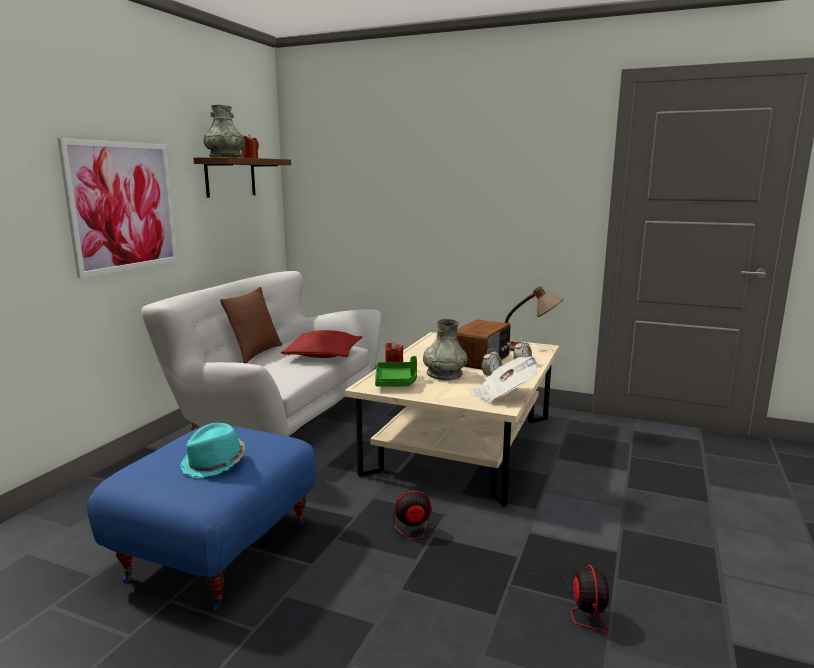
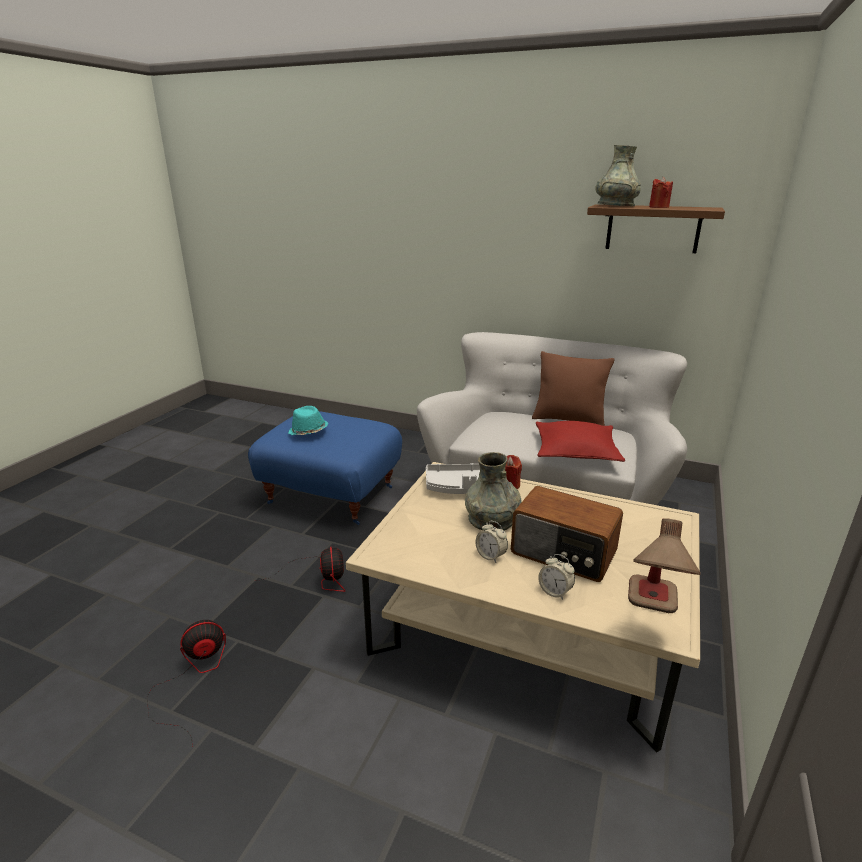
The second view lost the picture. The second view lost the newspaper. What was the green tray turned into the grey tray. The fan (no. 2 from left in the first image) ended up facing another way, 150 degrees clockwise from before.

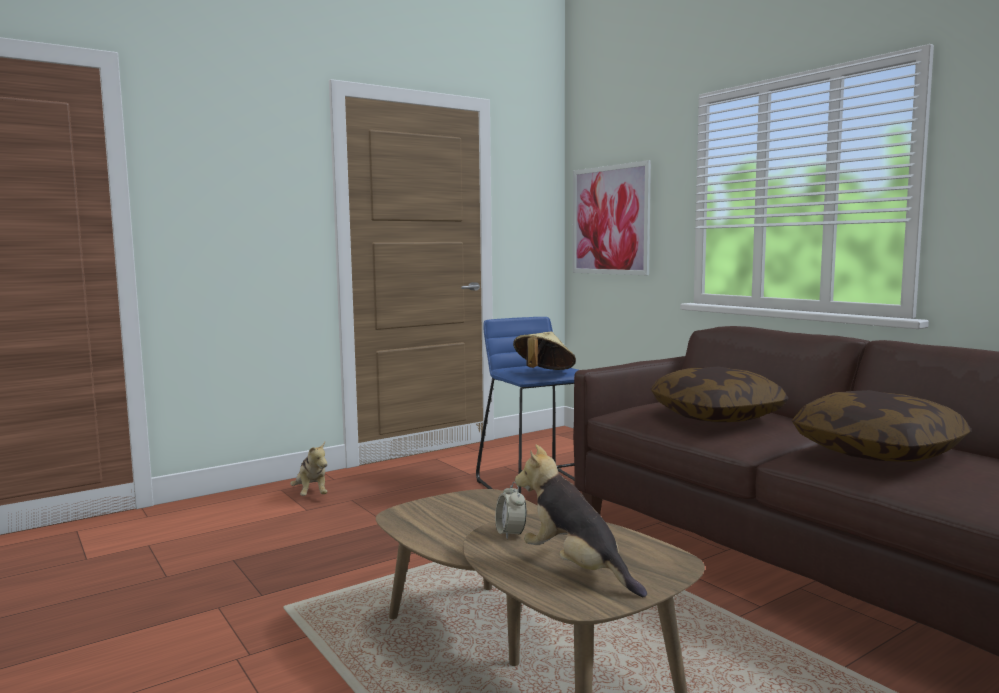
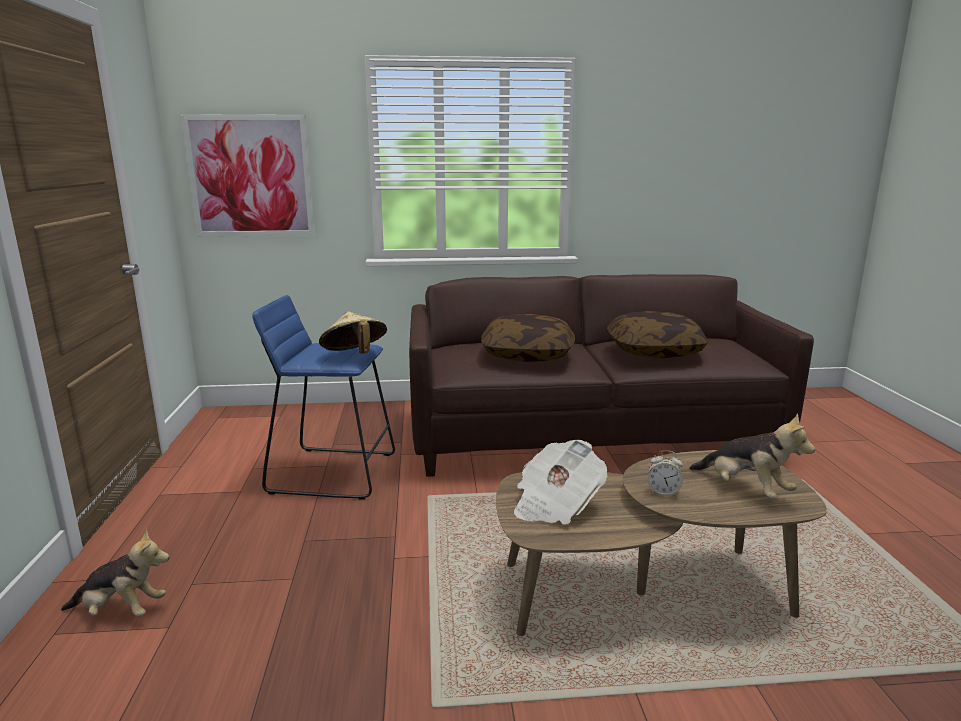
The second view gained the newspaper. The plush toy (no. 2 from left) ended up facing another way, 120 degrees counterclockwise from before.

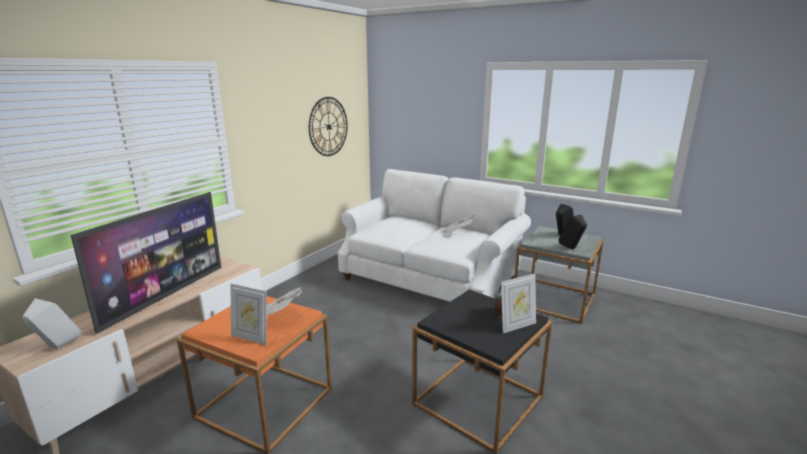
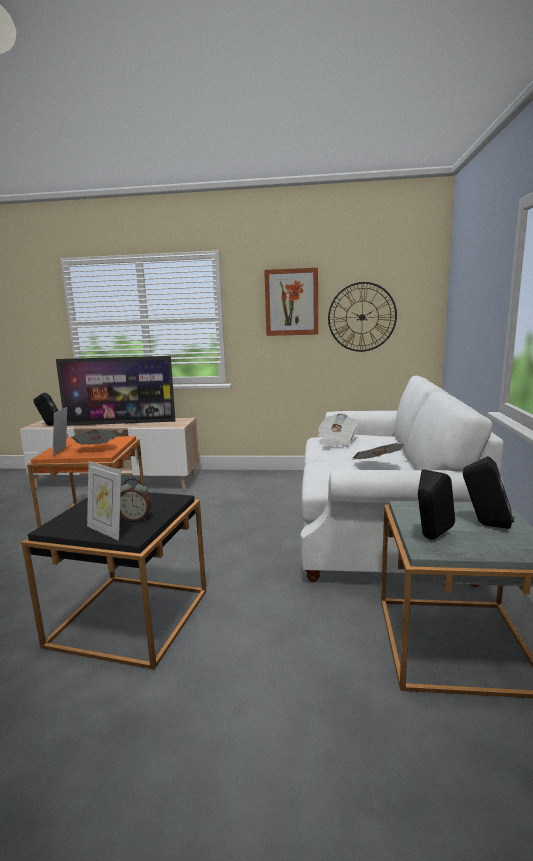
The second view gained the picture. The second view gained the newspaper (no. 2 from left). What was the white speaker turned into the black speaker (no. 1 from left).

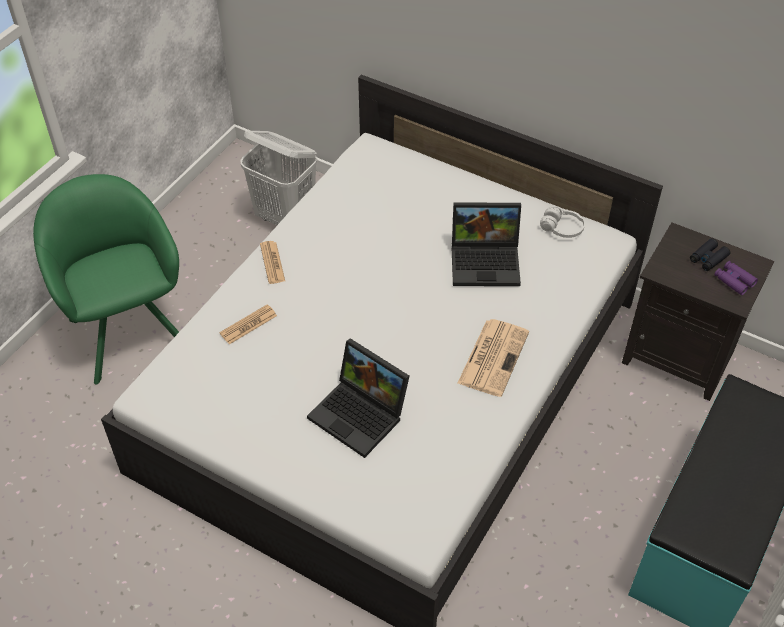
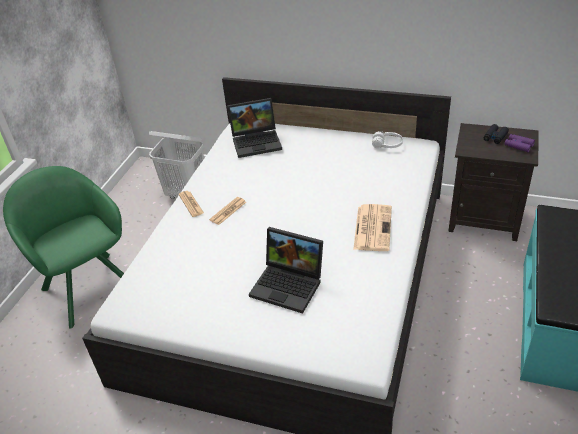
The newspaper (no. 1 from left in the first image) ended up elsewhere. The laptop (no. 2 from left in the first image) ended up elsewhere.

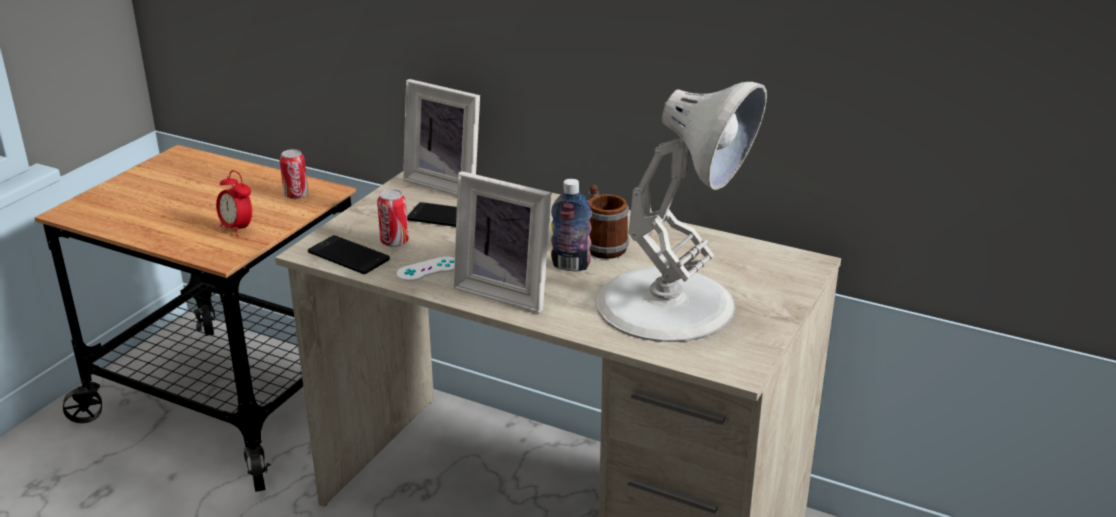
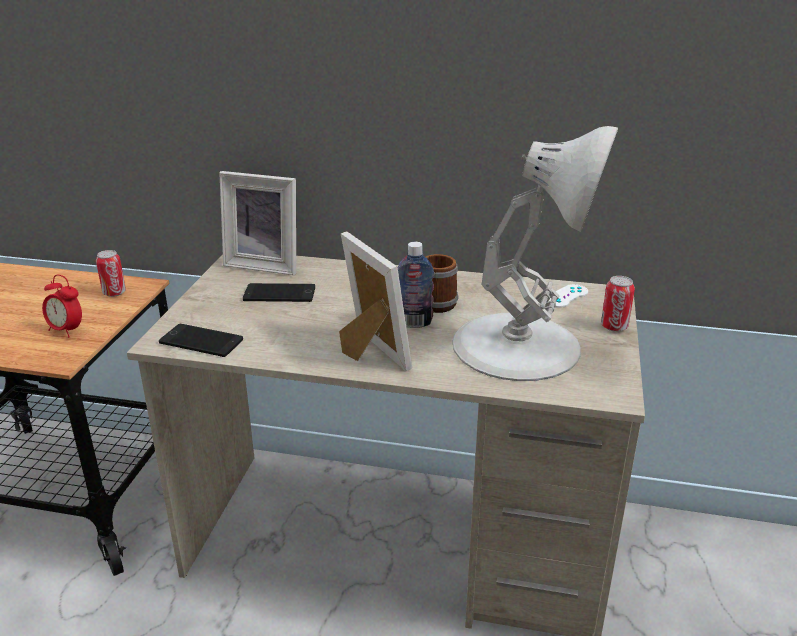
The can (no. 2 from left) ended up elsewhere. The white game controller ended up elsewhere. The picture frame (no. 2 from left) ended up facing another way, 135 degrees counterclockwise from before.

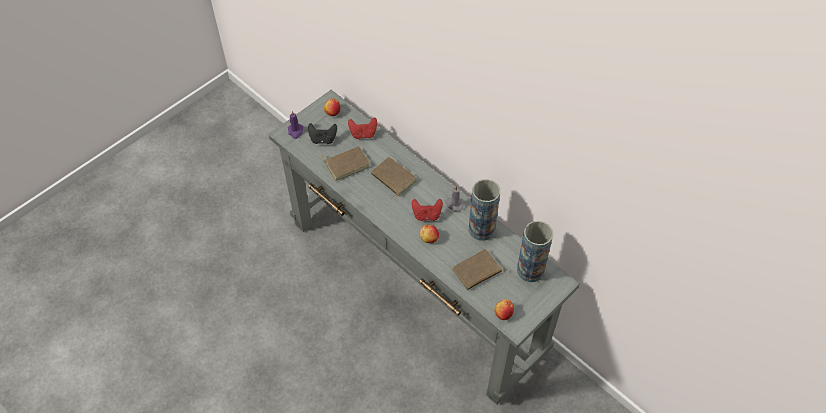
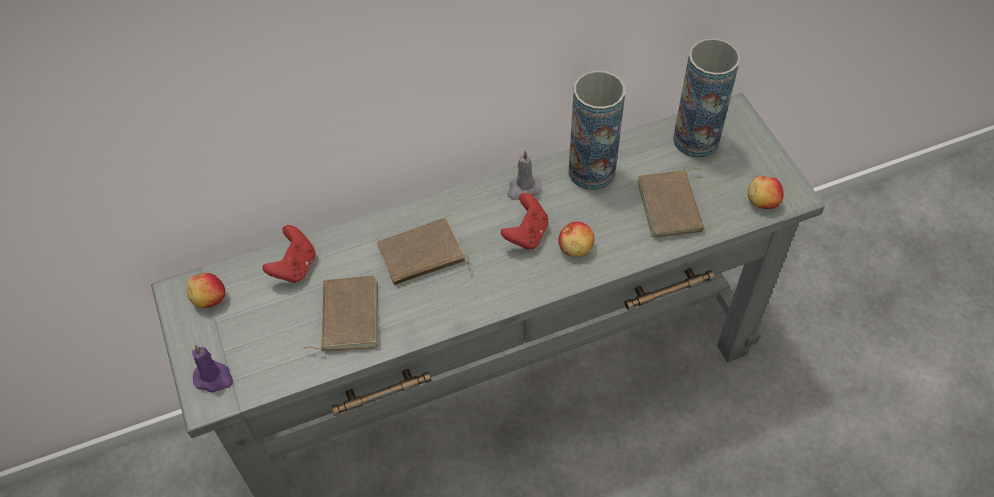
The second view lost the black game controller.

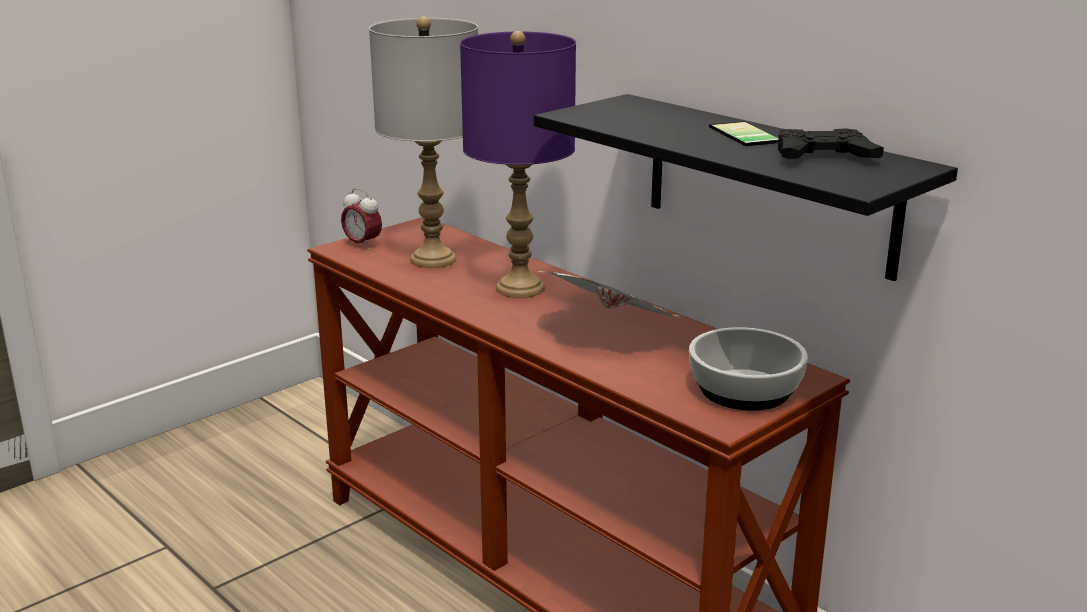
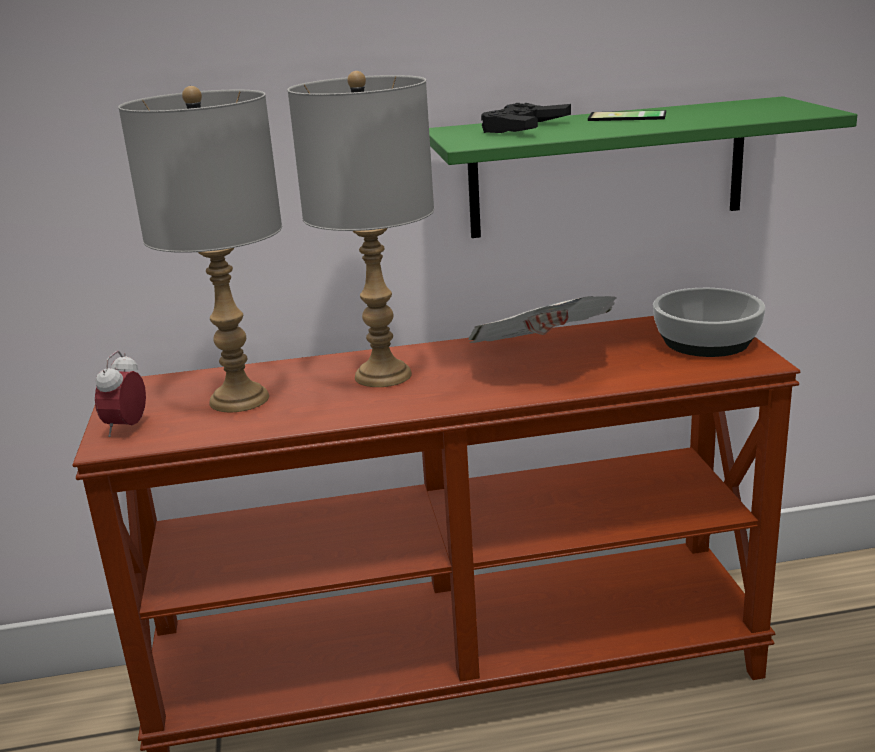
The black game controller ended up elsewhere. What was the purple table lamp turned into the grey table lamp (no. 2 from left). What was the black shelf turned into the green shelf. The alarm clock ended up facing another way, 120 degrees clockwise from before.

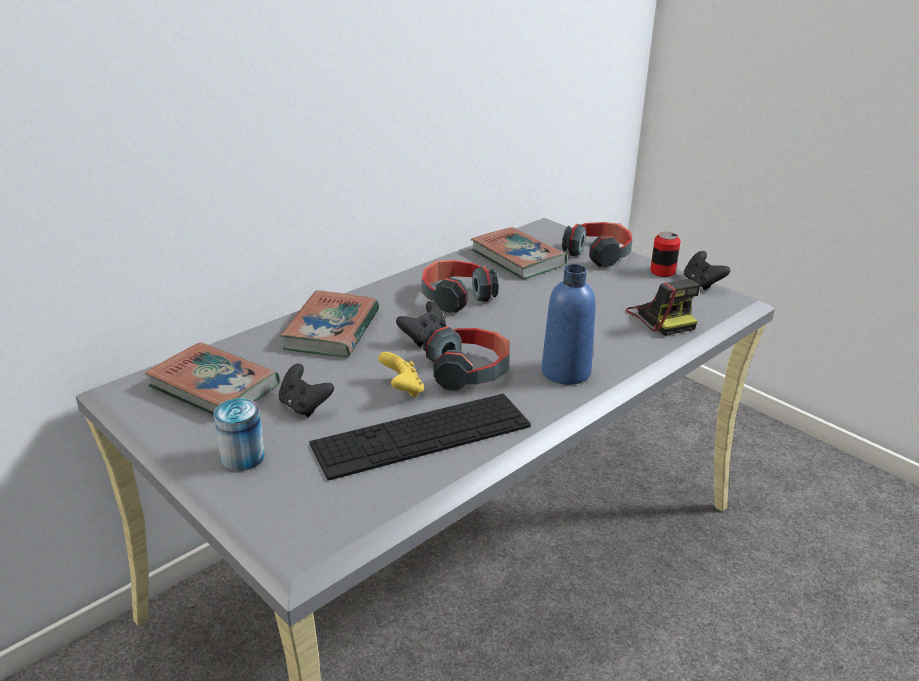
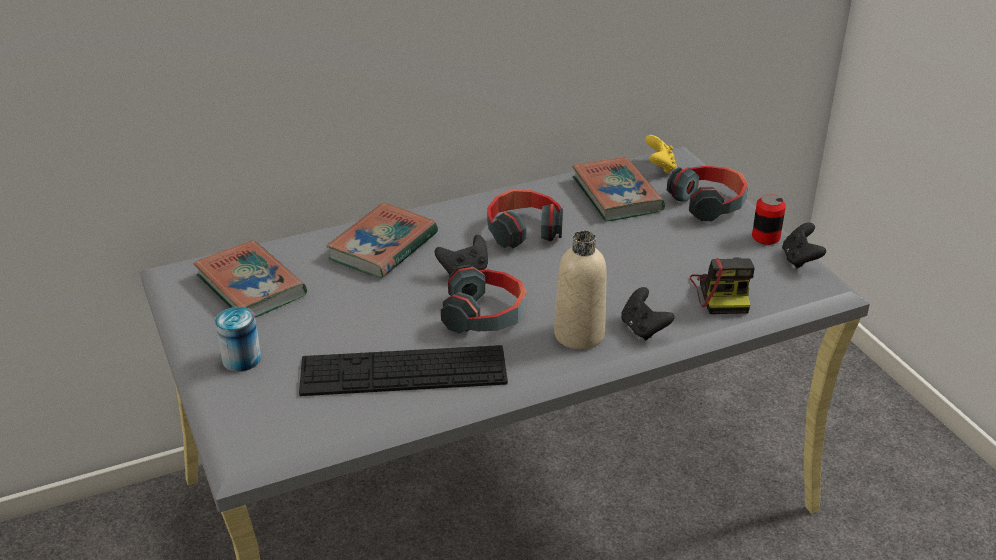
The black game controller (no. 1 from left in the first image) ended up elsewhere. The yellow game controller ended up elsewhere. What was the blue bottle turned into the beige bottle.

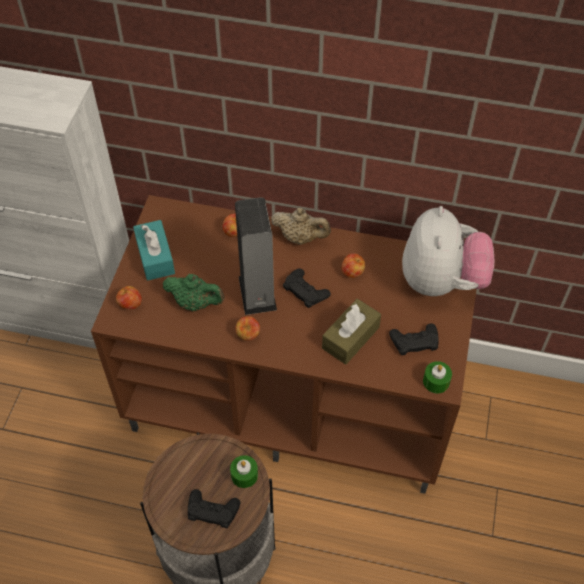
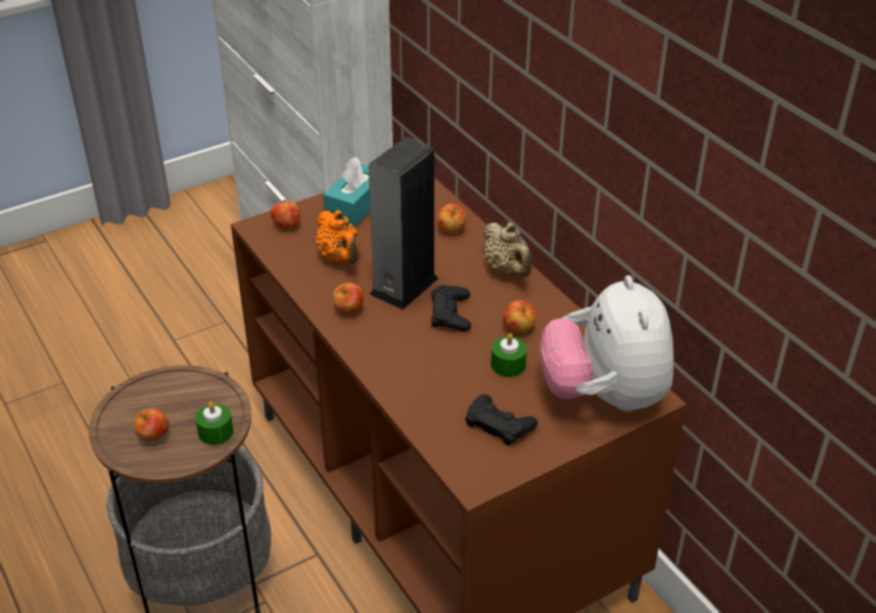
The second view lost the brown tissue box. The green candle (no. 2 from left) ended up elsewhere. Where the black game controller (no. 1 from left) stood, the apple (no. 1 from left) came to stand. What was the green teapot turned into the orange teapot. The plush toy ended up facing another way, 120 degrees clockwise from before.

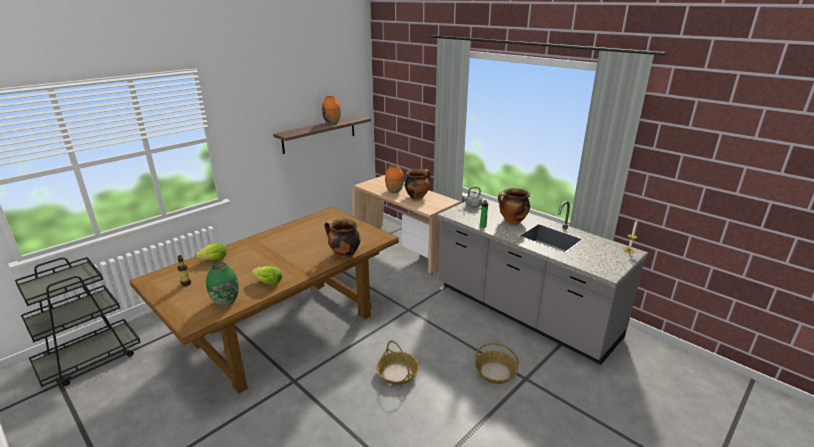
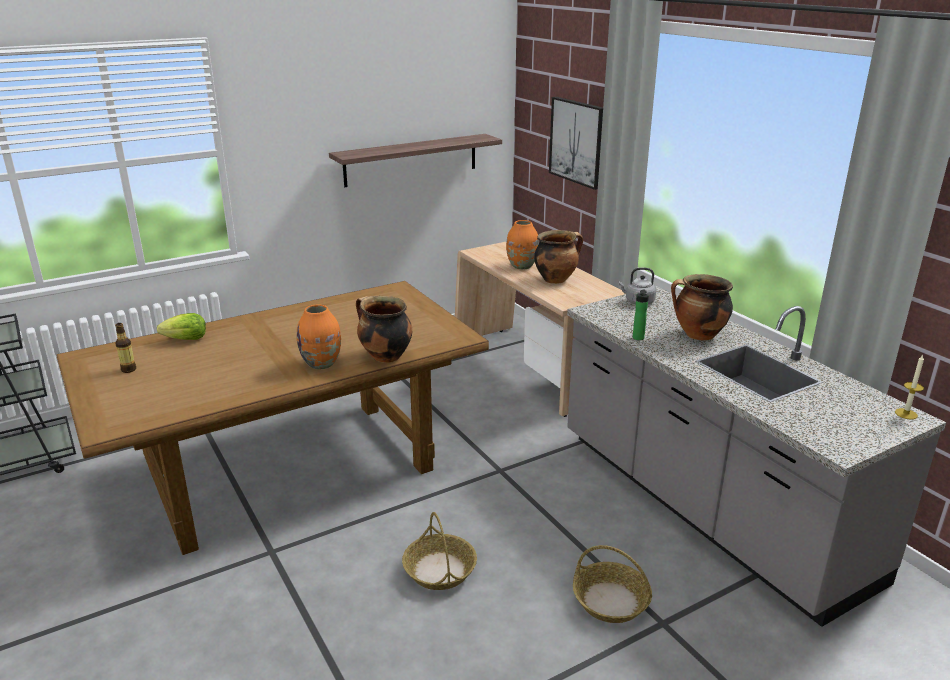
The second view lost the green vase. The second view lost the lettuce (no. 2 from left). The second view gained the picture. The orange vase (no. 1 from left) ended up elsewhere.

